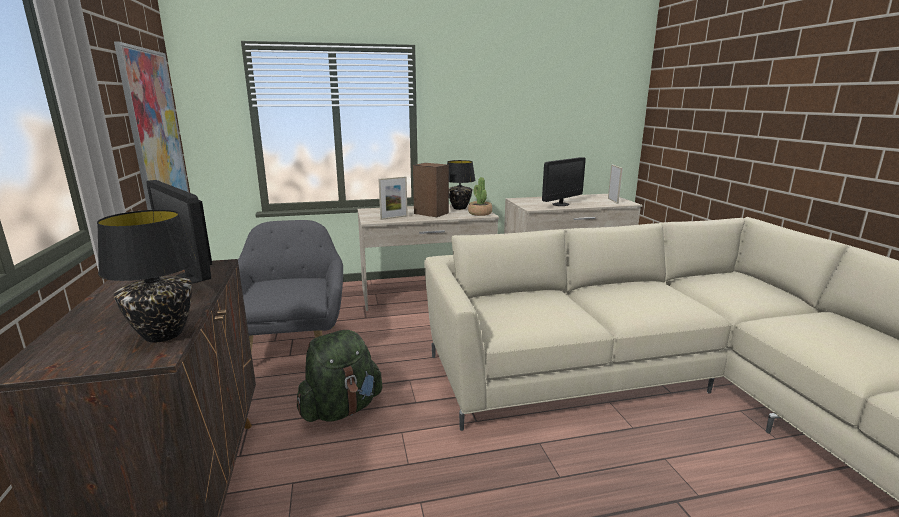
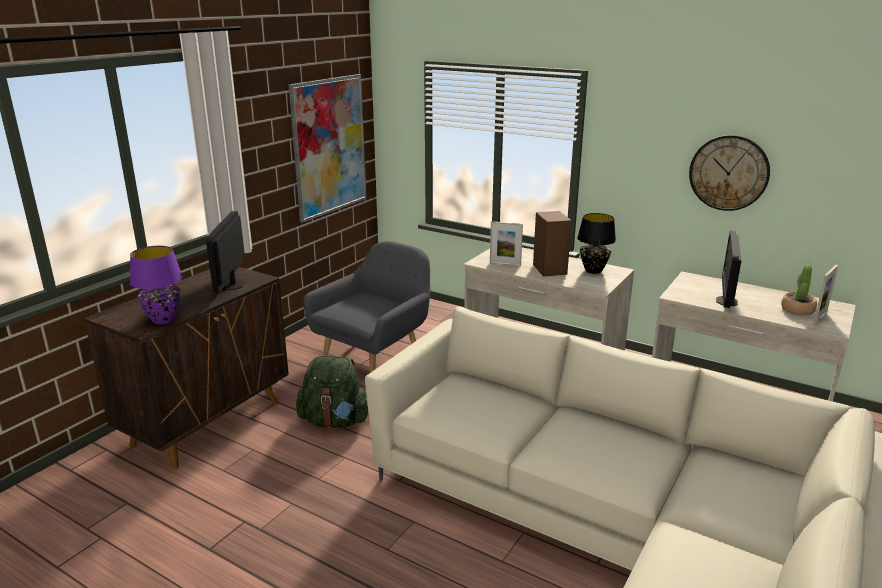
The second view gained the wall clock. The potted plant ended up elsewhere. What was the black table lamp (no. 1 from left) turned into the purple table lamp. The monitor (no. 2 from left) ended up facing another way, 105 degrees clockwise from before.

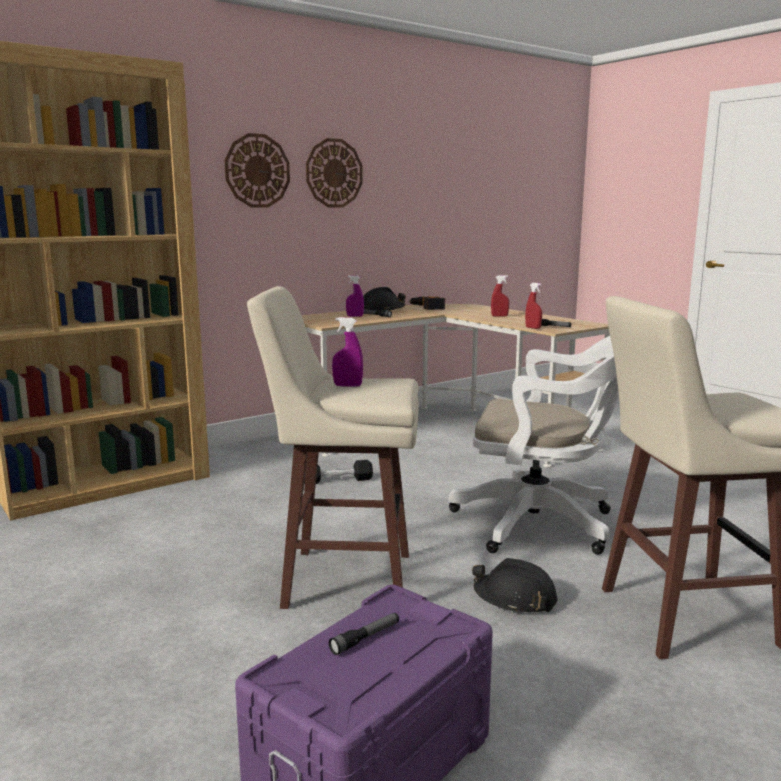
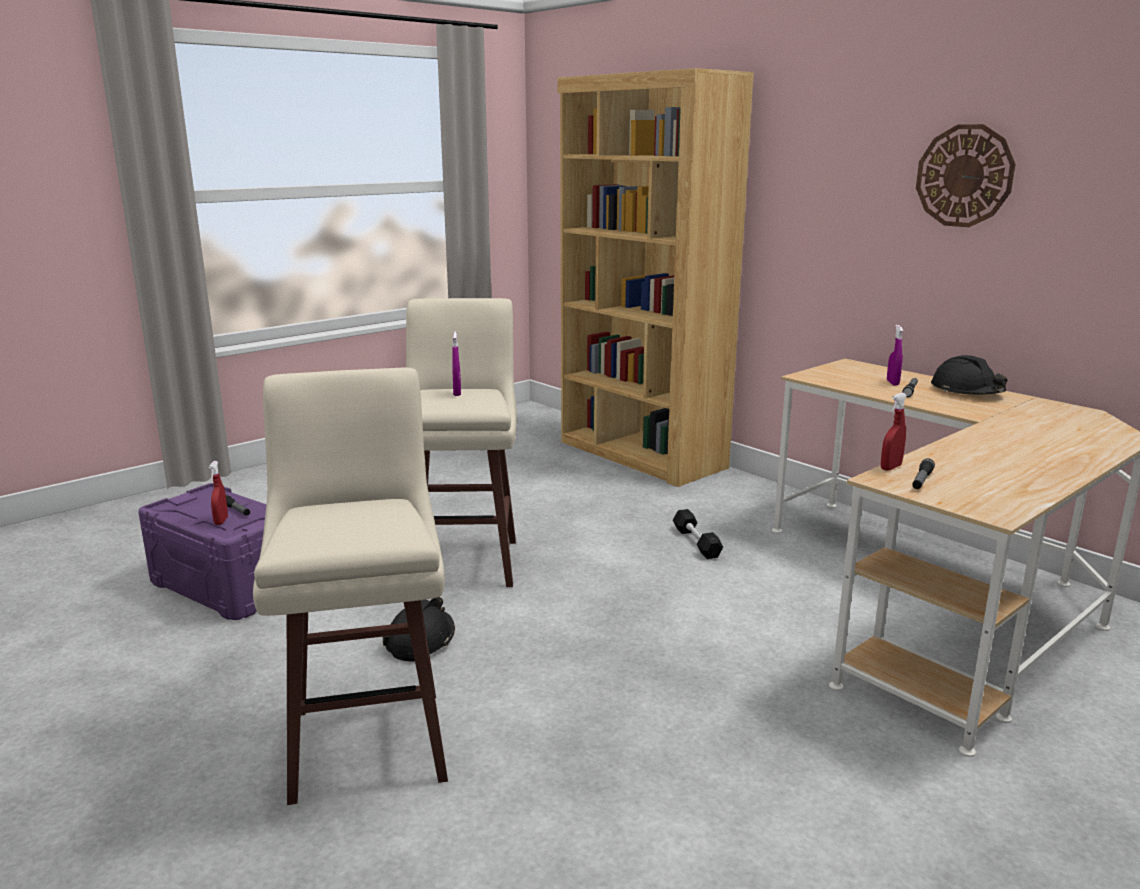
The second view lost the wall clock (no. 1 from left). The second view lost the power drill. The second view lost the white office chair. The red spray bottle (no. 1 from left) ended up elsewhere.

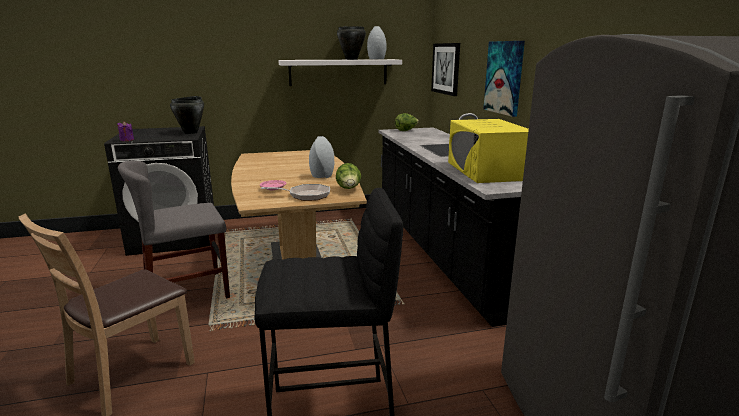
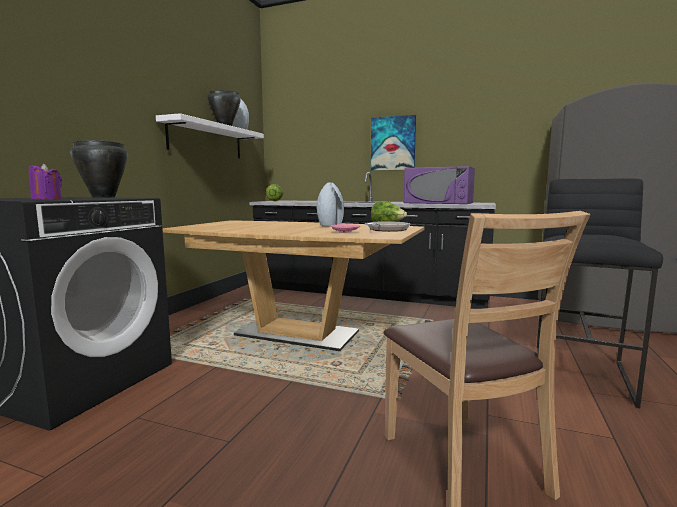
The second view lost the grey chair. The second view lost the picture (no. 1 from left). What was the yellow microwave turned into the purple microwave.

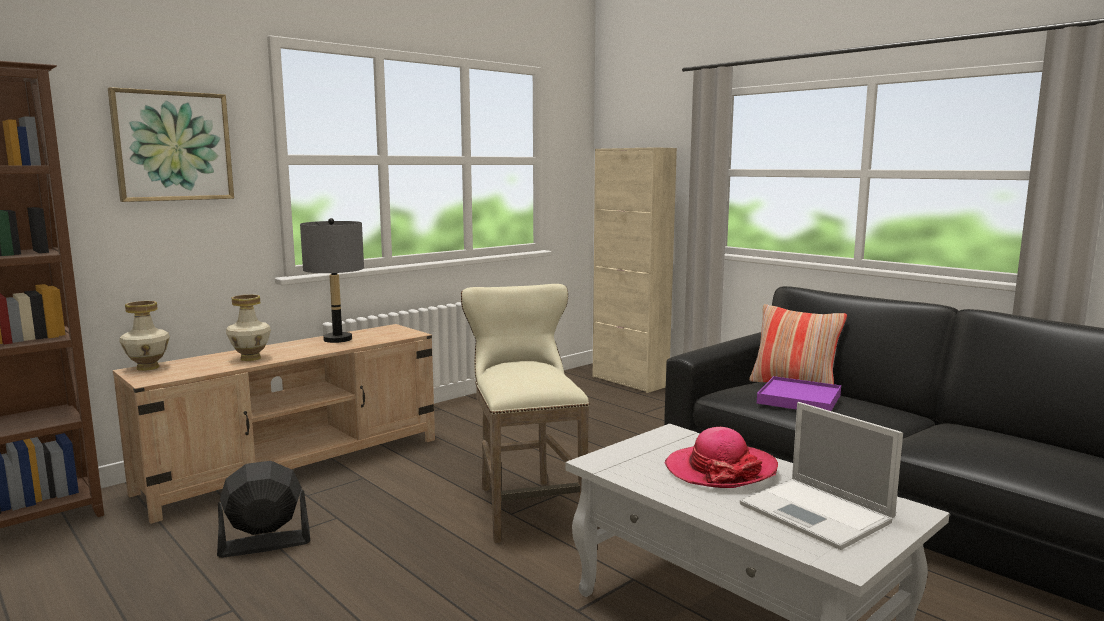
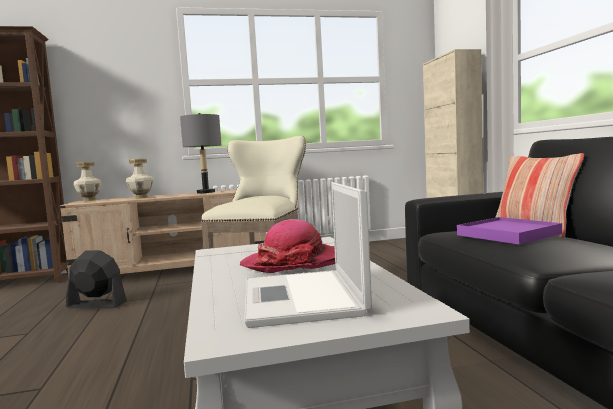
The second view lost the picture.

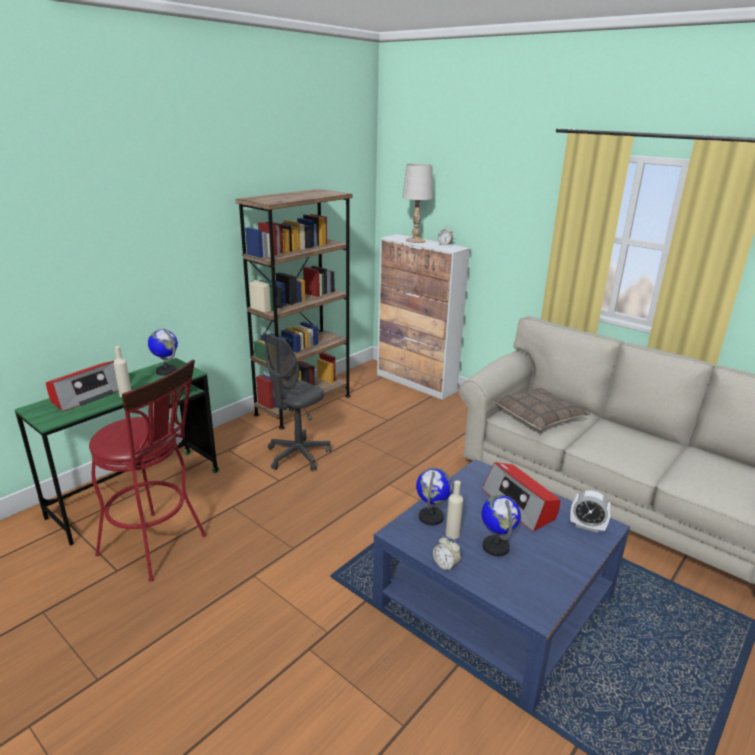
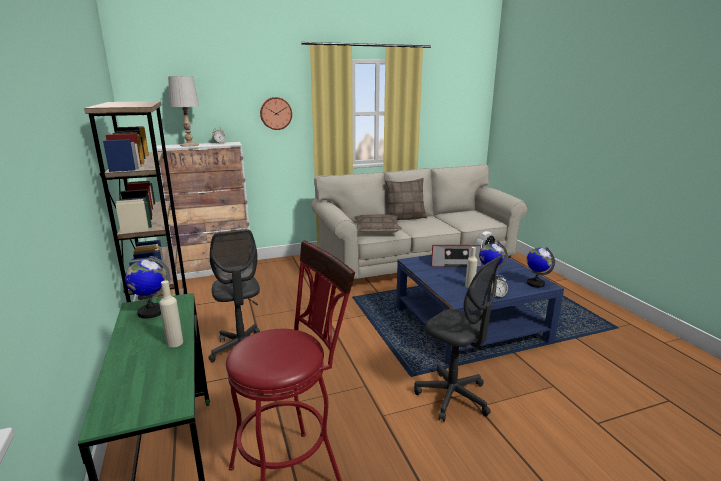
The second view lost the radio (no. 1 from left). The second view gained the wall clock. The second view gained the pillow (no. 2 from left). The second view gained the grey office chair (no. 2 from left). The globe (no. 2 from left in the first image) ended up elsewhere.

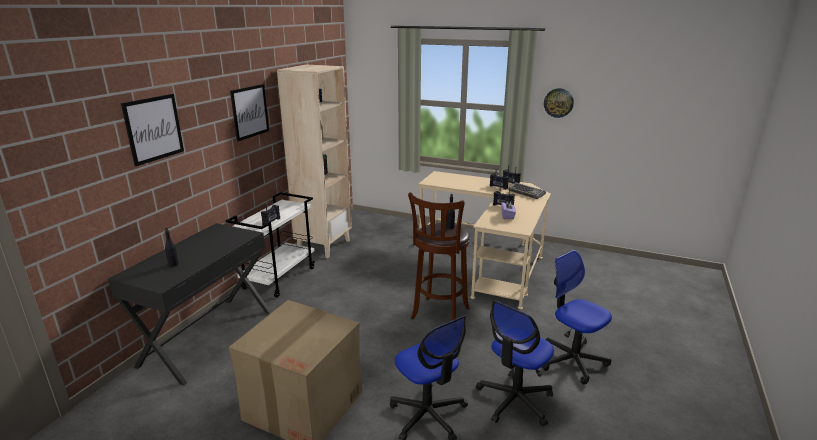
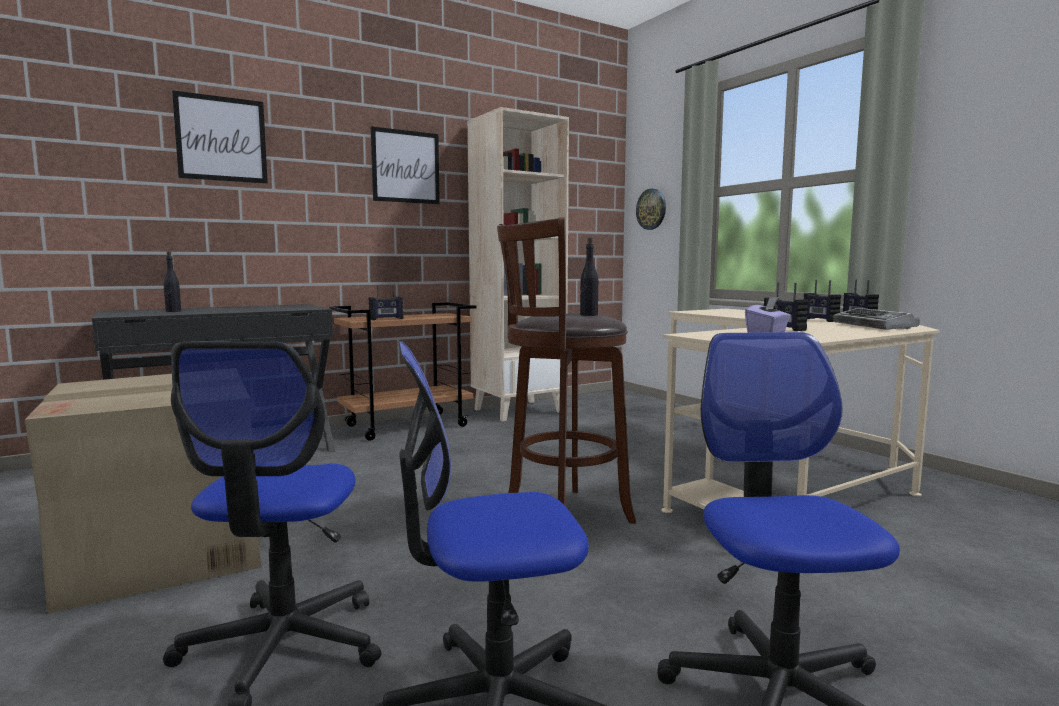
The wall clock ended up elsewhere. What was the white cart turned into the brown cart.

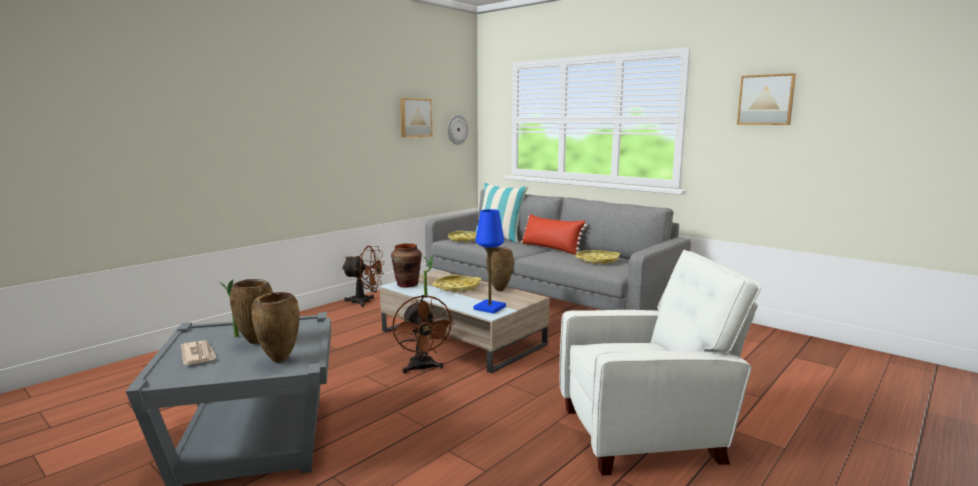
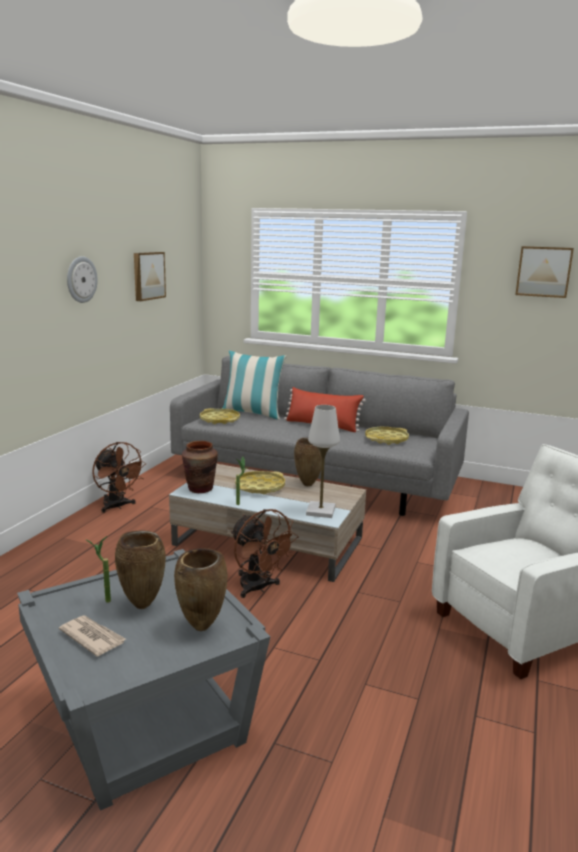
The wall clock ended up elsewhere. What was the blue table lamp turned into the white table lamp. The brown fan (no. 1 from left) ended up facing another way, 60 degrees clockwise from before.

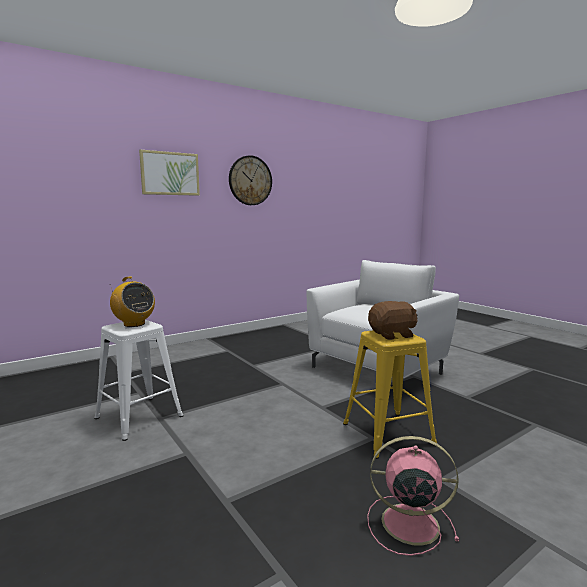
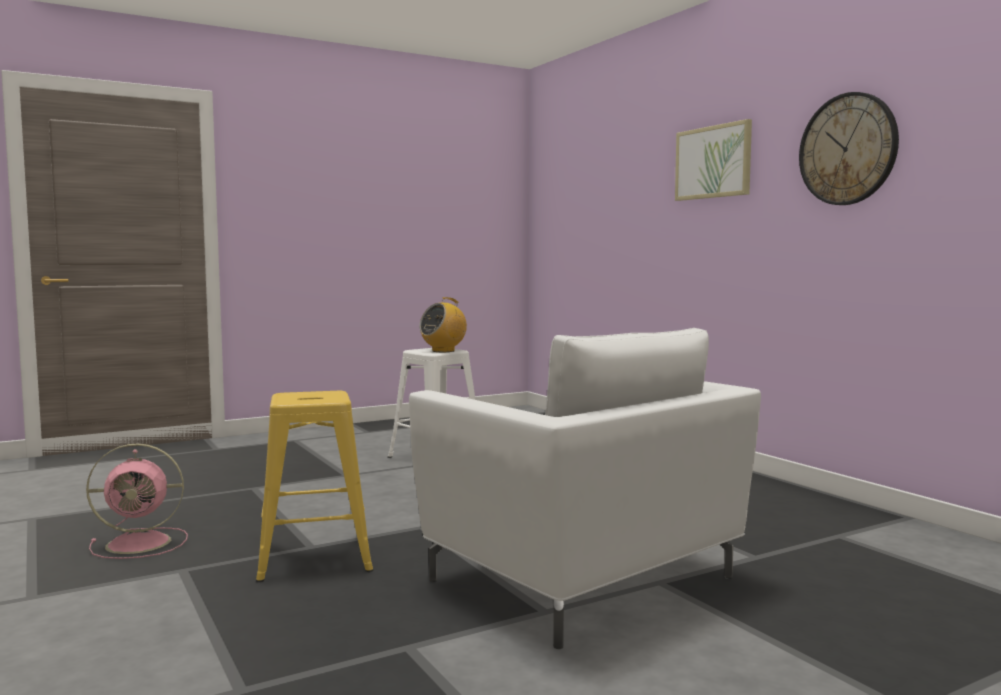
The second view lost the brown plush toy. The pink fan ended up facing another way, 60 degrees clockwise from before.

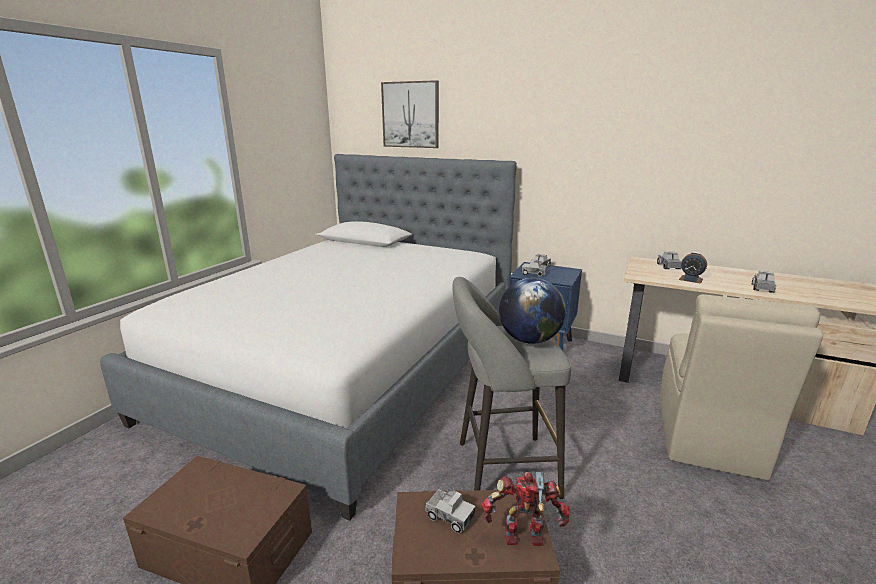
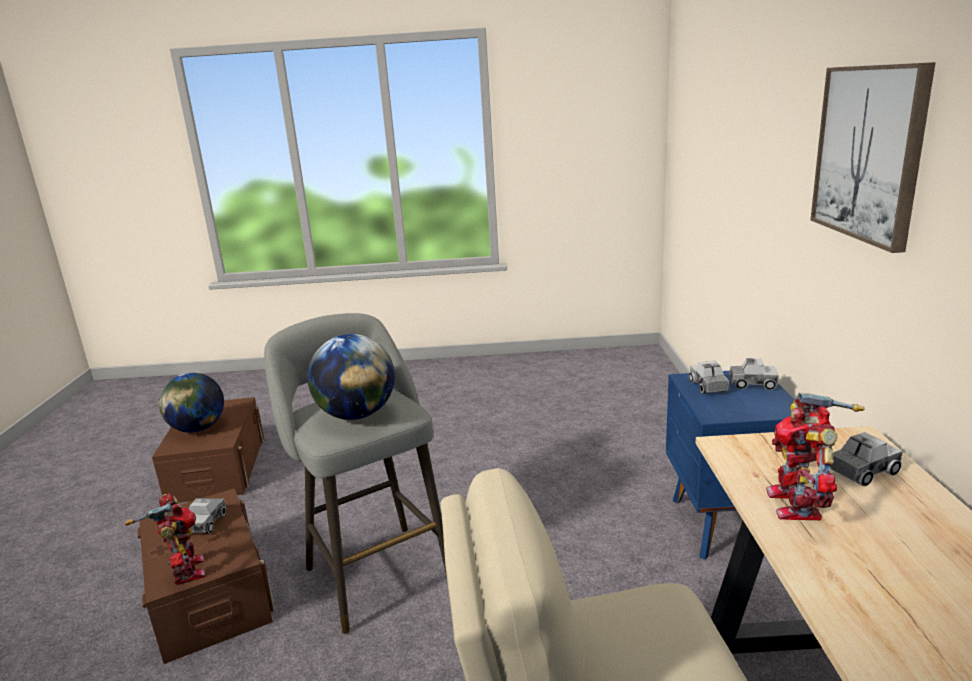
The second view lost the bed. The second view lost the toy truck (no. 5 from left). The second view gained the globe (no. 1 from left). The picture ended up elsewhere. Where the alarm clock stood, the toy robot (no. 2 from left) came to stand.

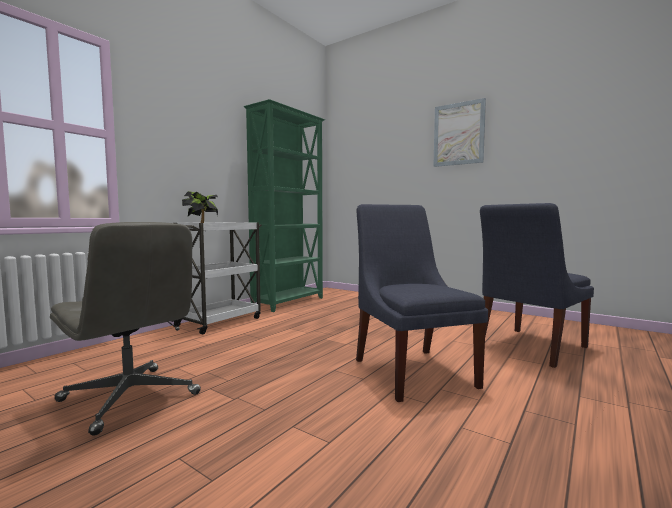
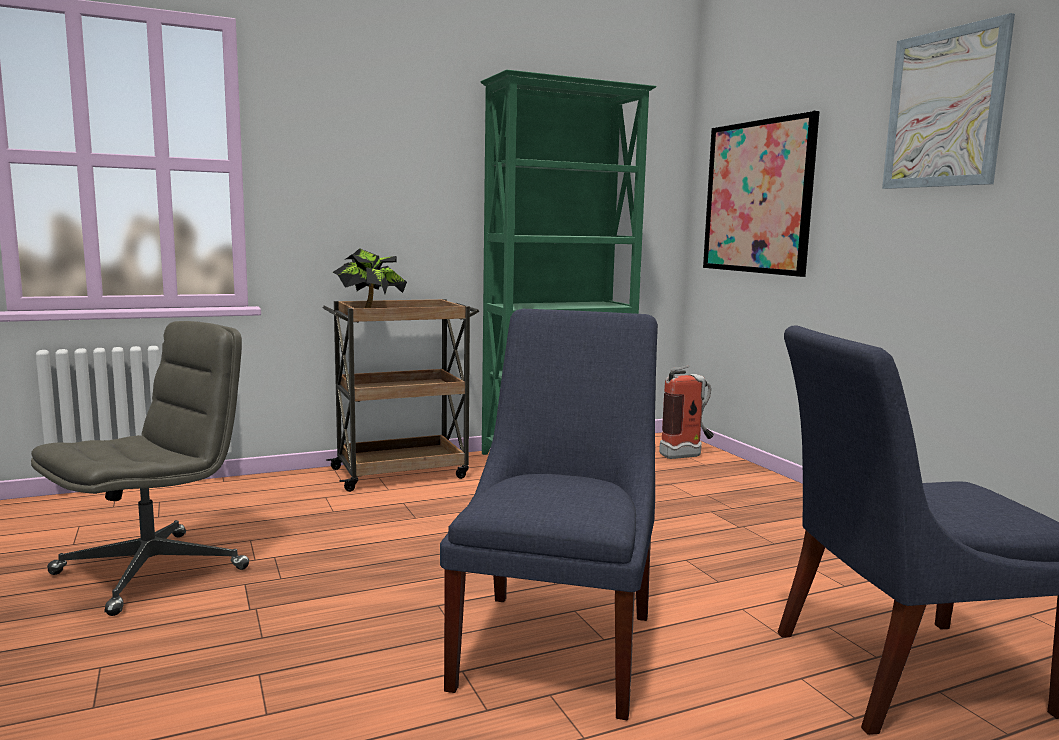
The second view gained the fire extinguisher. The second view gained the picture (no. 1 from left). What was the white cart turned into the brown cart. The grey office chair ended up facing another way, 120 degrees counterclockwise from before.

